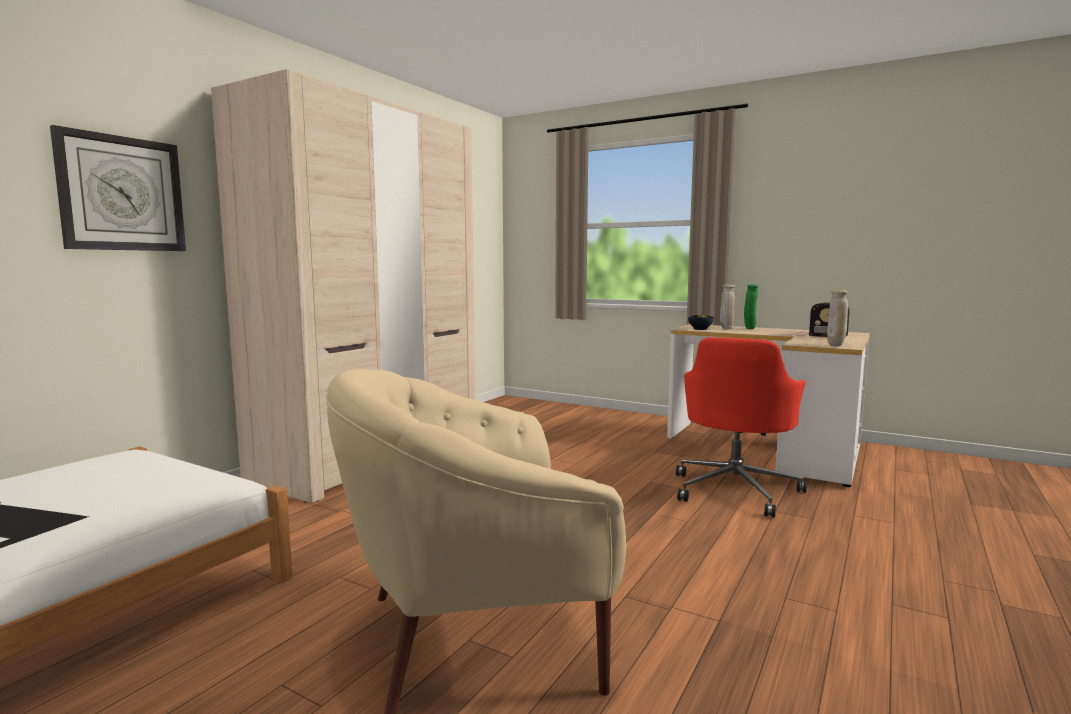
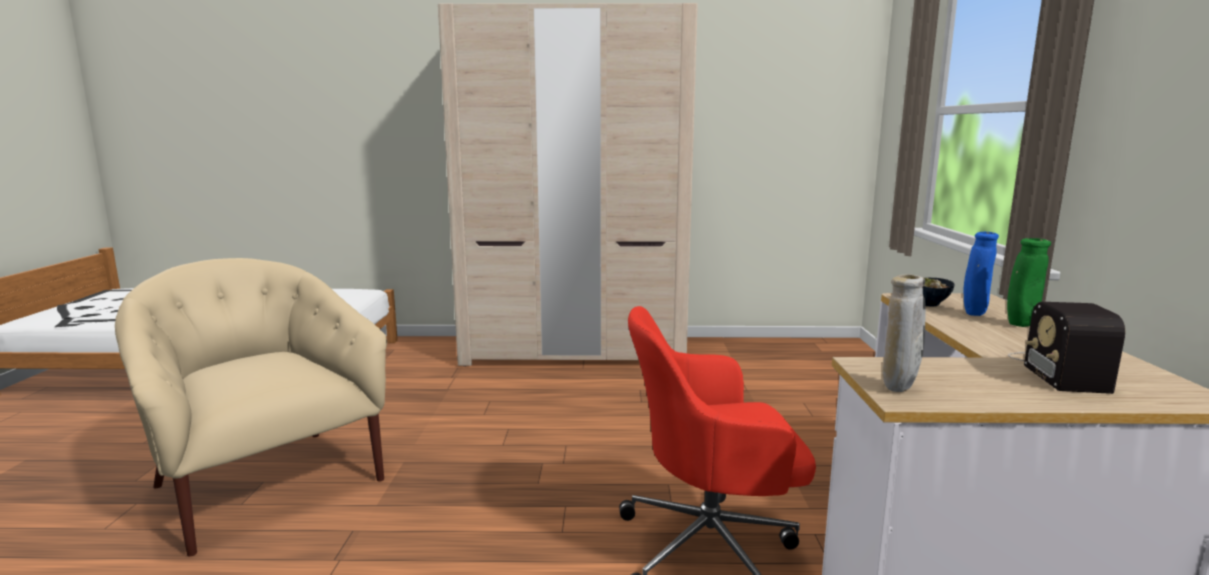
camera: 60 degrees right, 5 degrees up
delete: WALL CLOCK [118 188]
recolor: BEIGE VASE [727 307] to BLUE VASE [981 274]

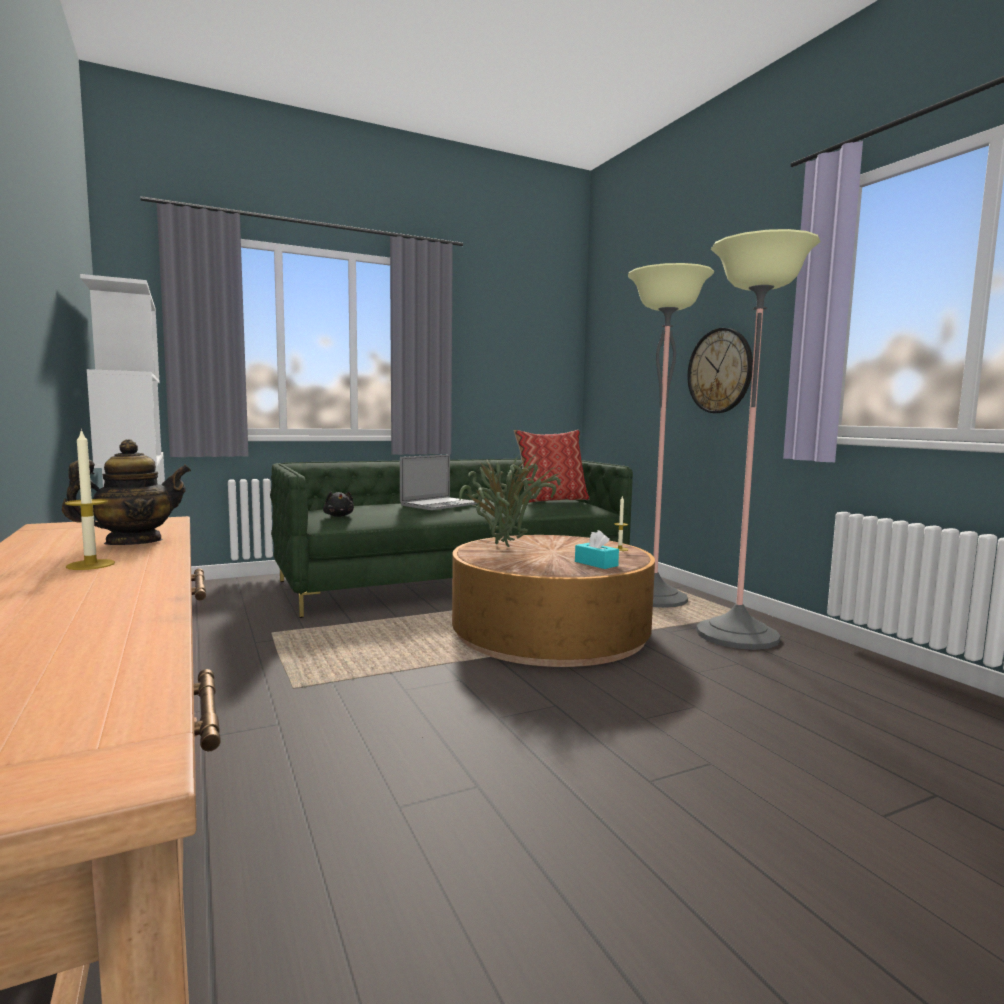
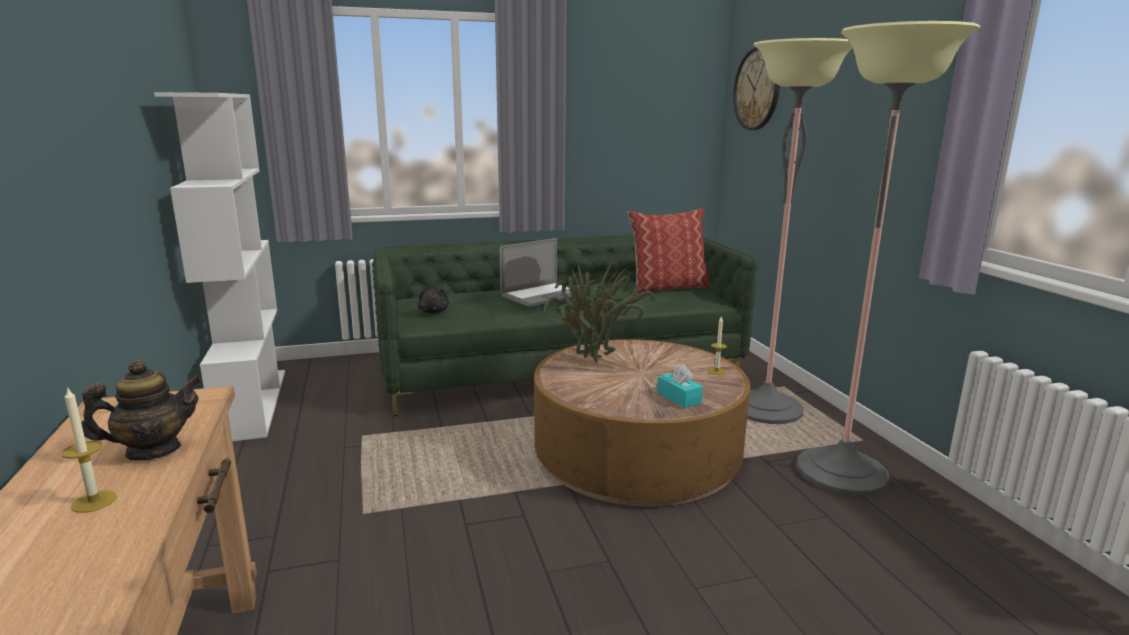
camera: 10 degrees right, 10 degrees up
move: WALL CLOCK [720 370] to [756 89]

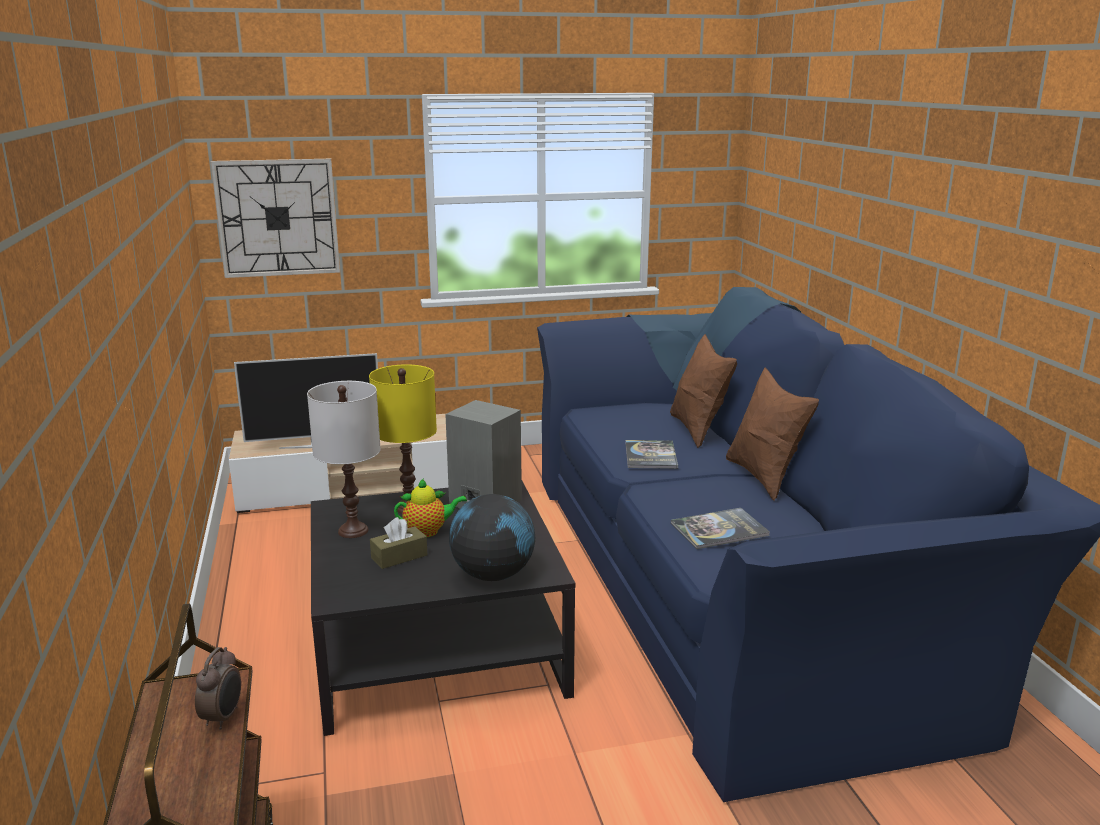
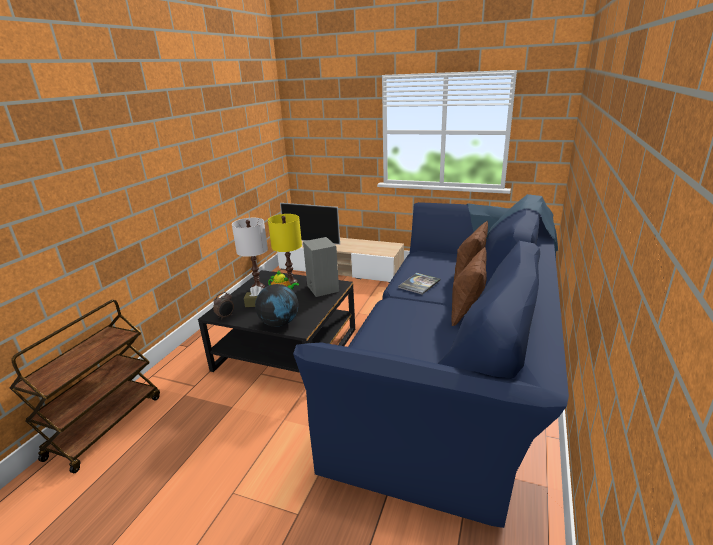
camera: 35 degrees right, 5 degrees up
delete: WALL CLOCK [275 218]; BOOK [720 528]
move: ALARM CLOCK [218 688] to [223 306]

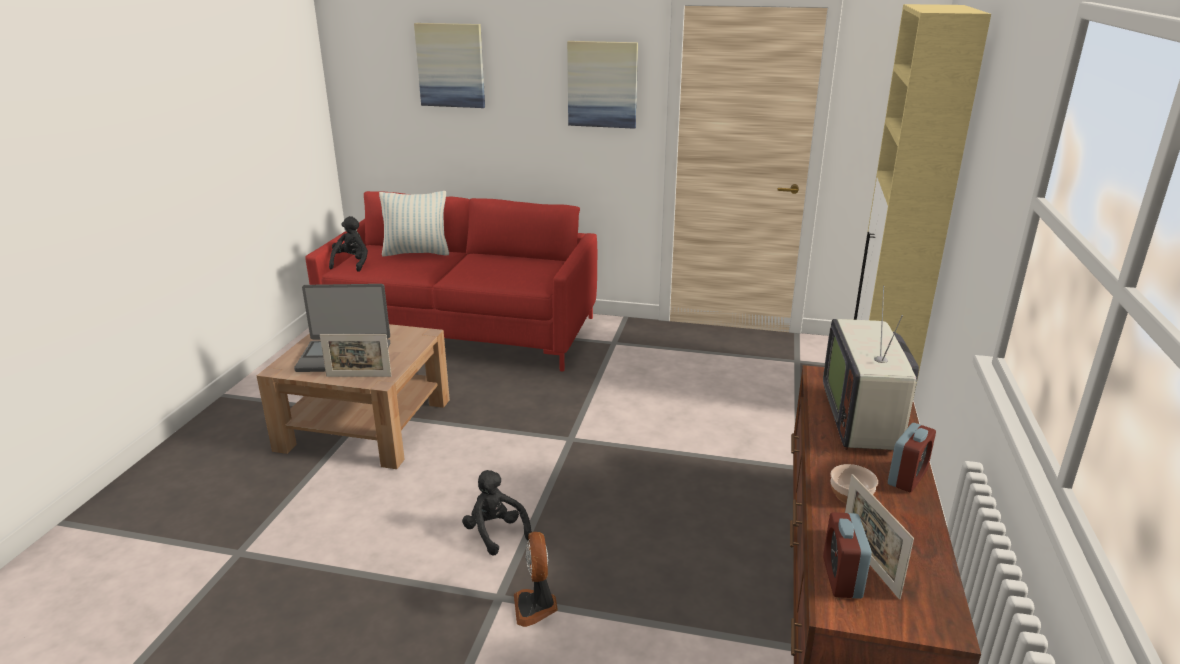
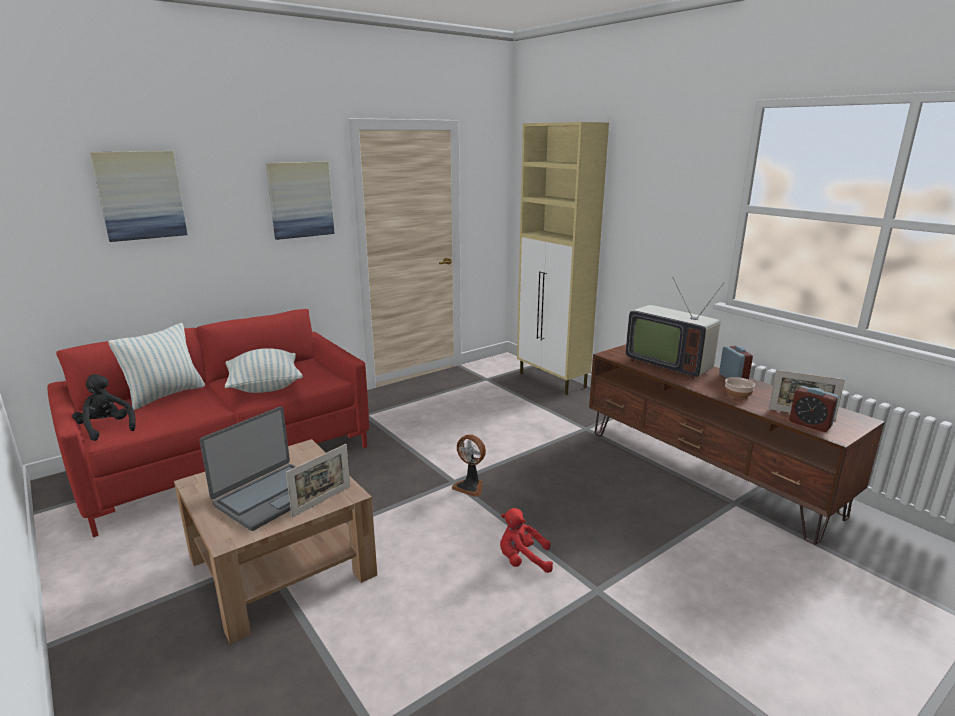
camera: 50 degrees left, 5 degrees down
insert: PILLOW [264 370]
move: FAN [536 579] to [469 465]
recolor: BLACK PLUSH TOY [497 513] to RED PLUSH TOY [526 540]

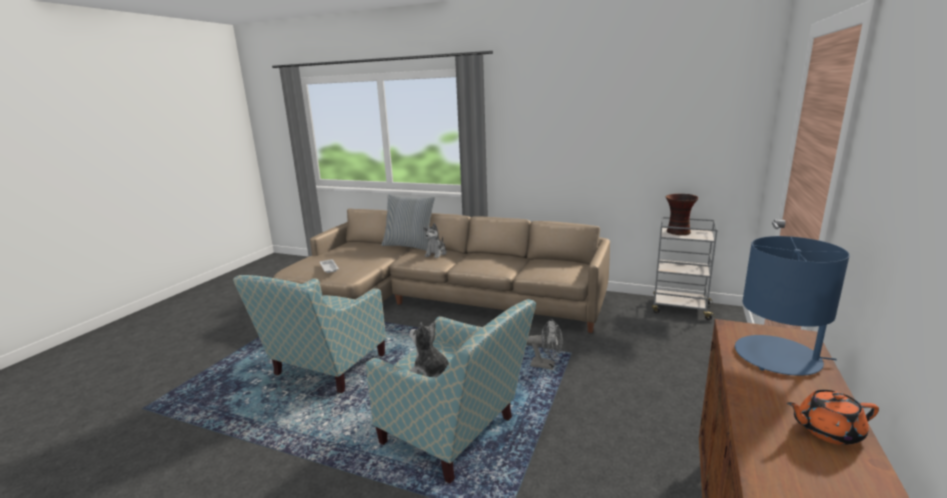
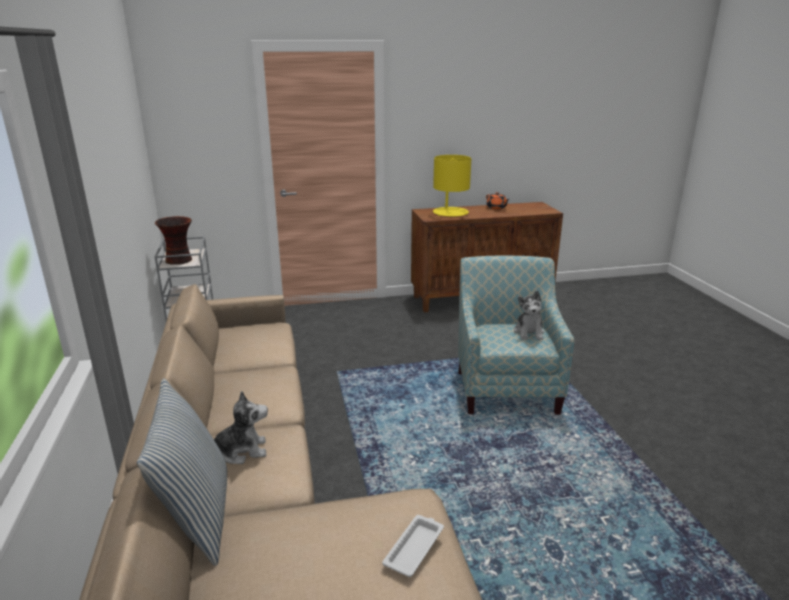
camera: 125 degrees left, 5 degrees up
delete: ARMCHAIR [309 334]; GREY FAN [545 344]
recolor: BLUE TABLE LAMP [792 306] to YELLOW TABLE LAMP [452 185]

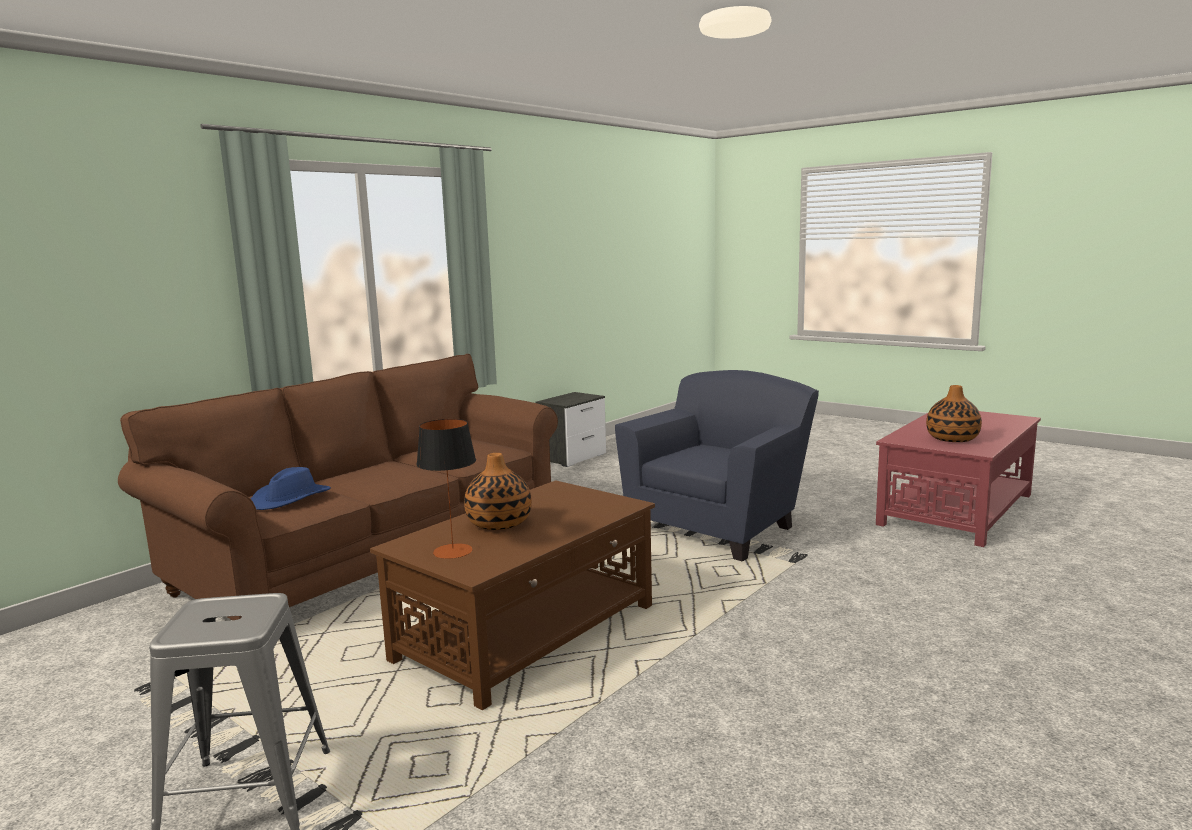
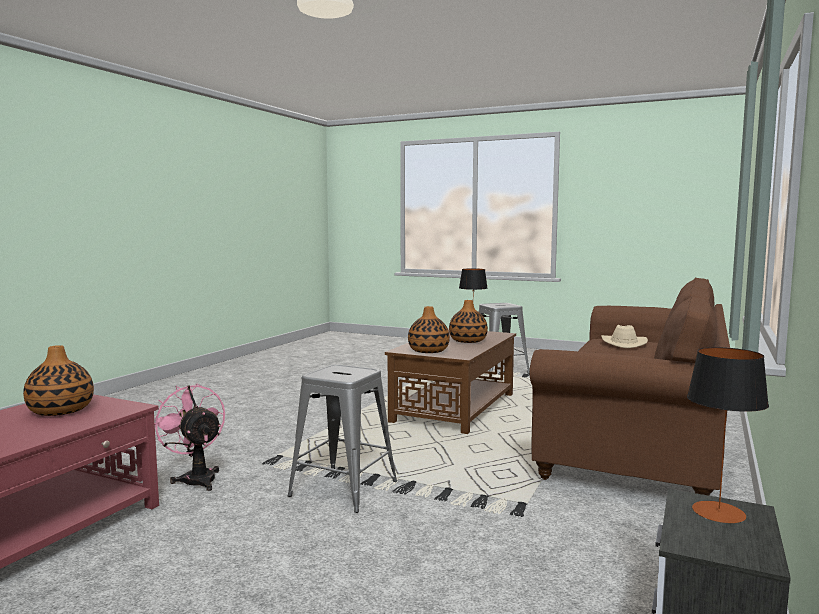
camera: 165 degrees right, 5 degrees down
insert: PINK FAN [189 437]; VASE [429 329]; TABLE LAMP [728 435]
replace: BLUE ARMCHAIR [717 465] to GREY STOOL [342 438]
recolor: BLUE HAT [291 488] to BEIGE HAT [624 336]

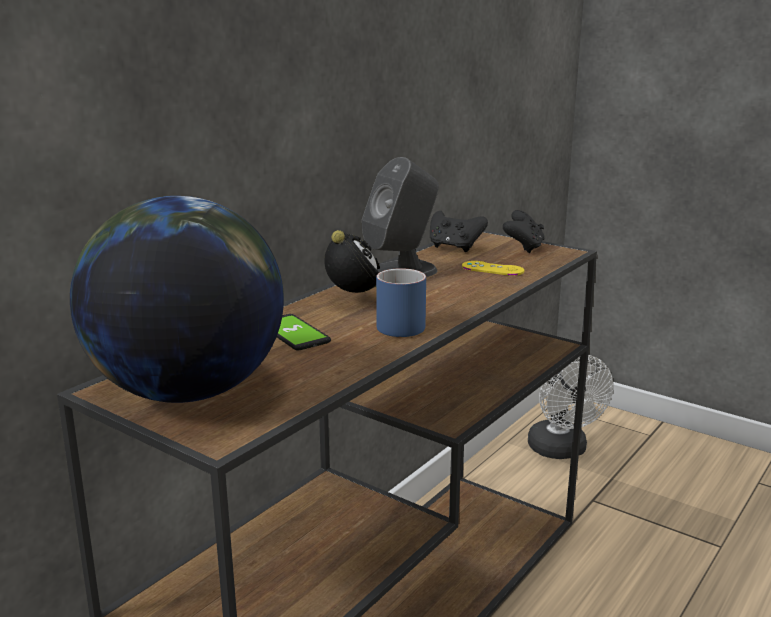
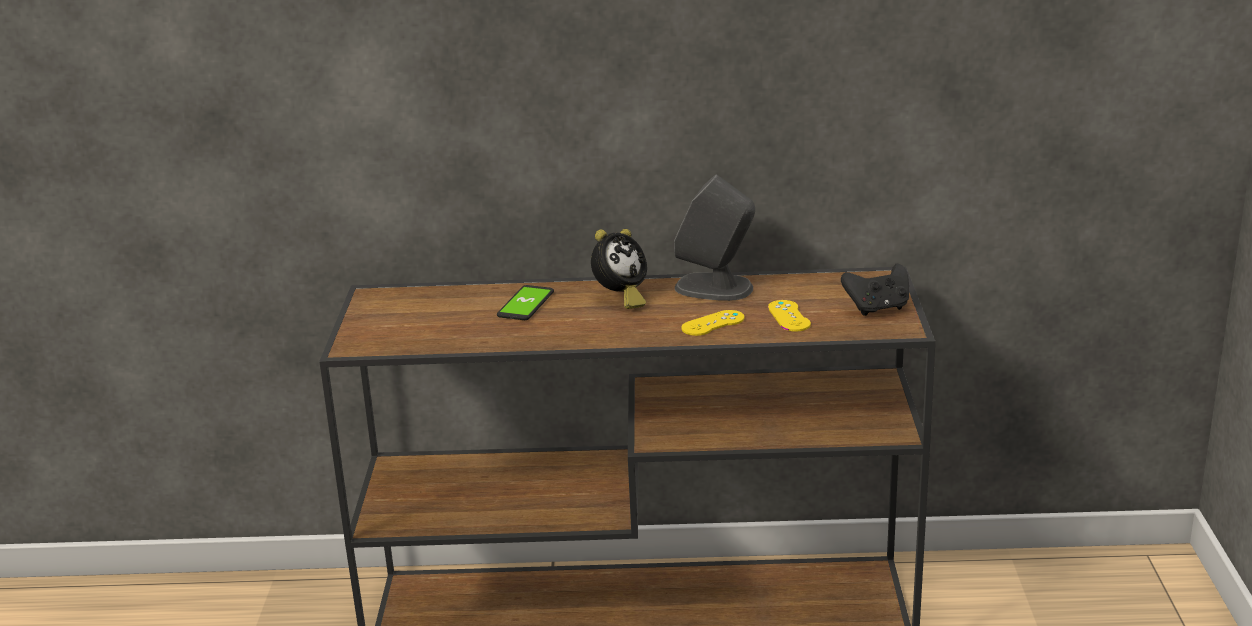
camera: 55 degrees right, 5 degrees up
delete: GLOBE [177 299]; BLUE MUG [401 302]; BLACK GAME CONTROLLER [459 231]; WHITE FAN [570 407]
insert: YELLOW GAME CONTROLLER [712 323]

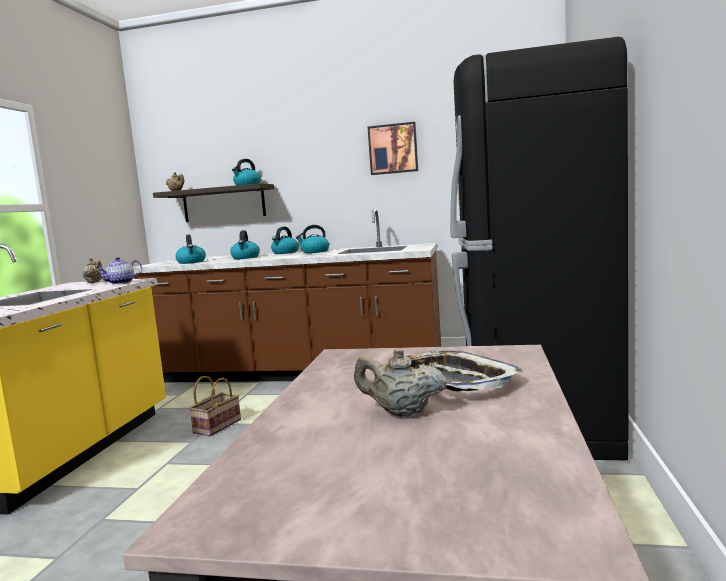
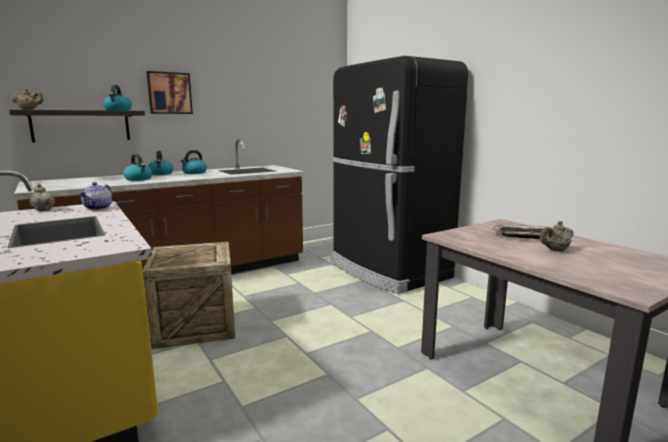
camera: 45 degrees left, 5 degrees up
delete: KETTLE [190 249]
move: PICTURE [393 148] to [169 92]
replace: BASKET [215 406] to CRATE [189 295]

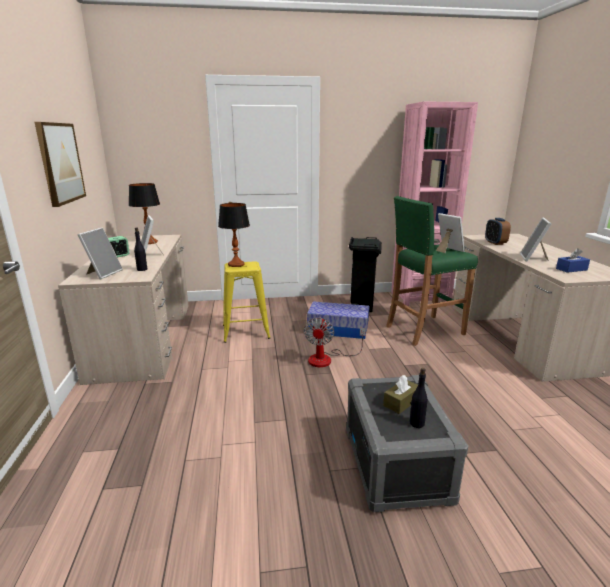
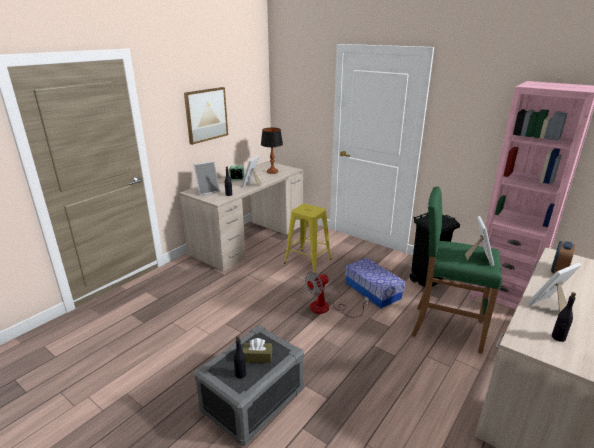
camera: 45 degrees right, 5 degrees up
delete: TABLE LAMP [234 235]
replace: BLUE TISSUE BOX [573 260] to BLACK BOTTLE [564 317]

